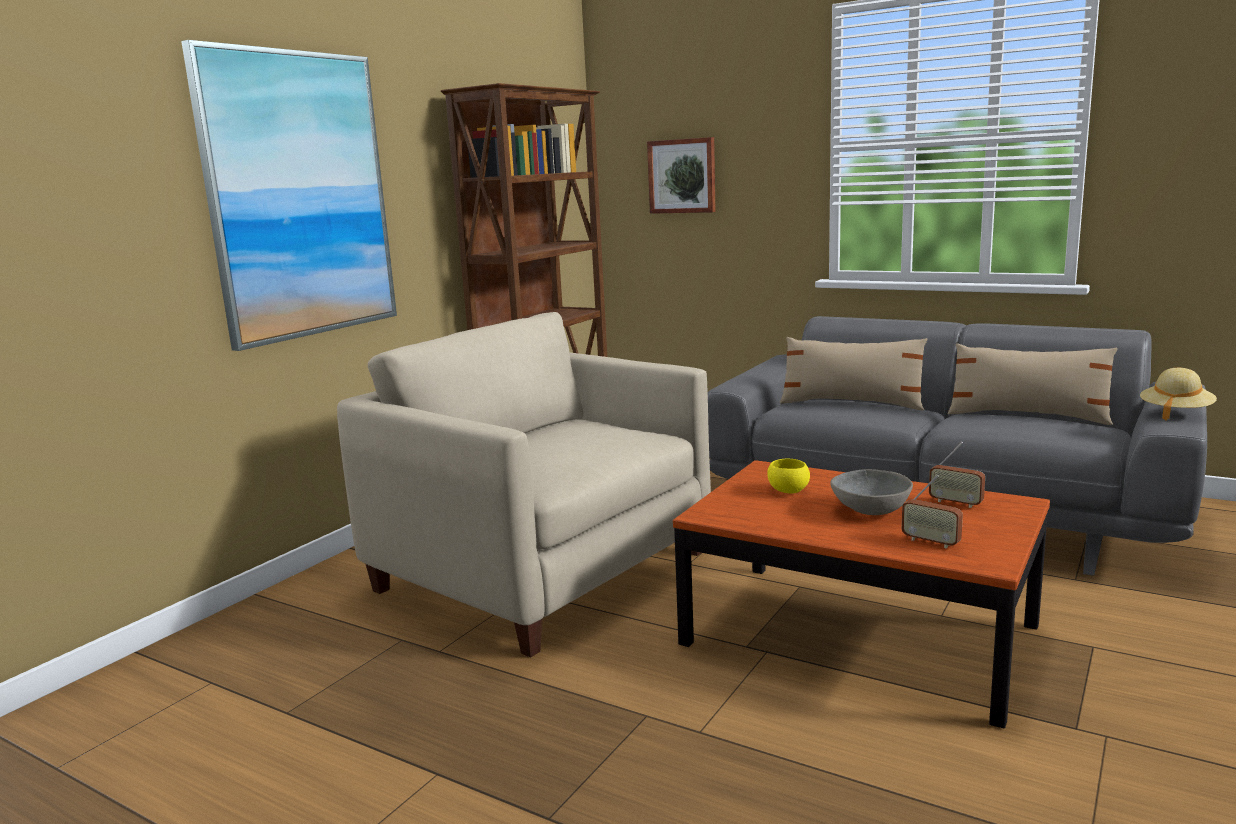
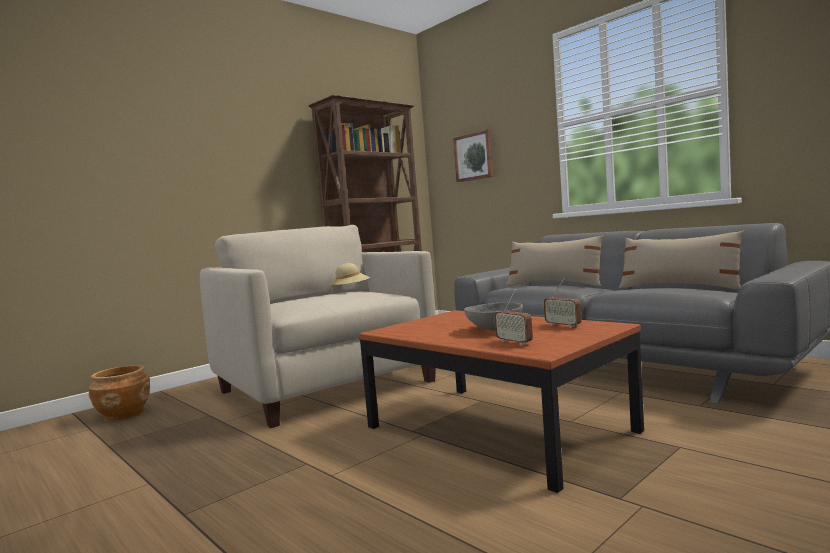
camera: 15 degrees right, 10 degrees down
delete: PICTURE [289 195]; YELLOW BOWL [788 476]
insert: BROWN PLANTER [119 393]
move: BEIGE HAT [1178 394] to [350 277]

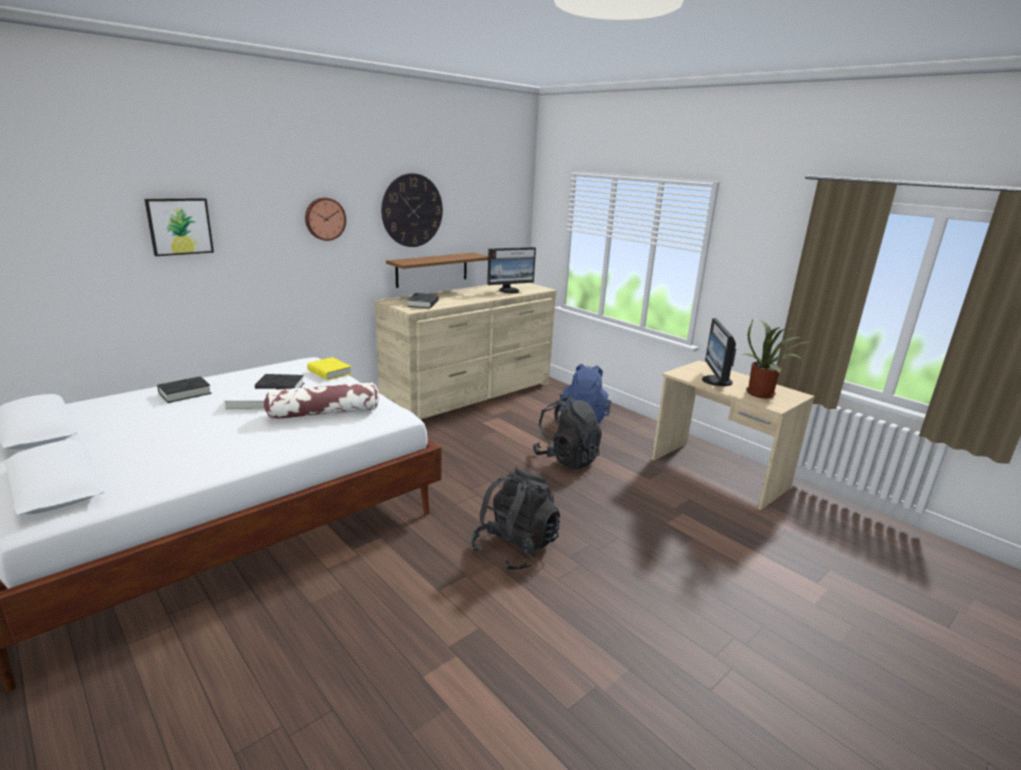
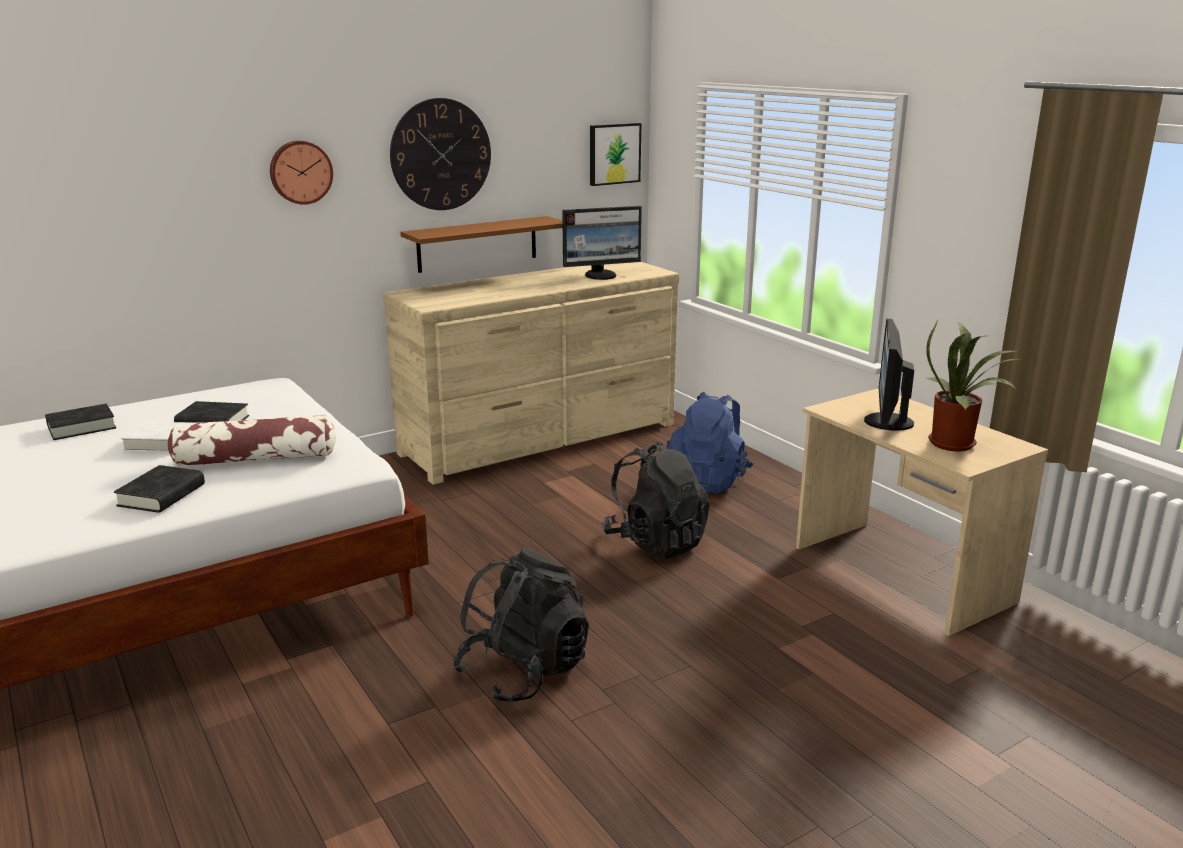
camera: 10 degrees right, 0 degrees up
delete: YELLOW BOOK [329 368]
move: PICTURE [179 227] to [615 154]; BLACK BOOK [423 300] to [159 489]

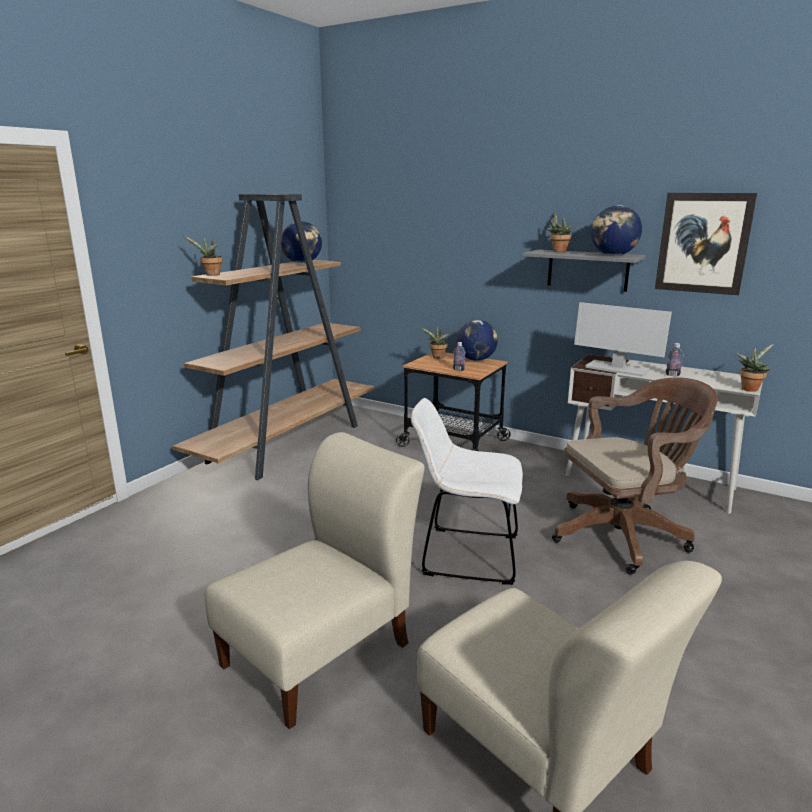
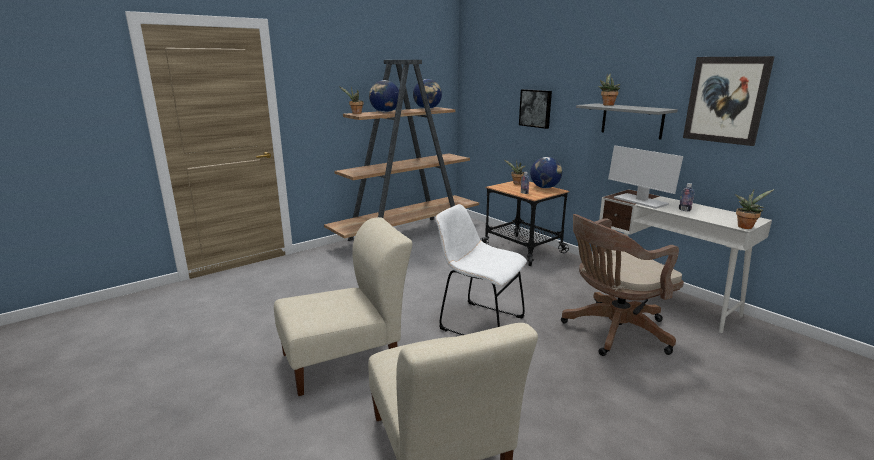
camera: 20 degrees right, 0 degrees up
insert: PICTURE [535 109]
move: GLOBE [616 230] to [384 96]
rotate: BROWN OFFICE CHAIR [635 476] = [622 285] 150 degrees clockwise

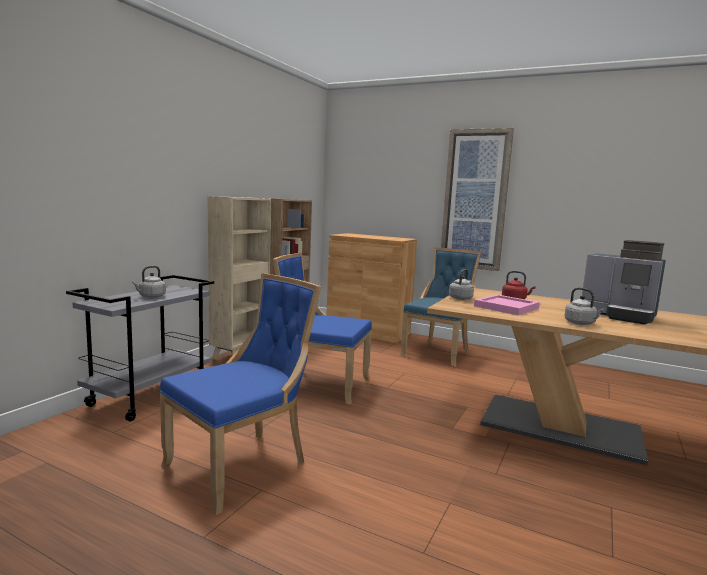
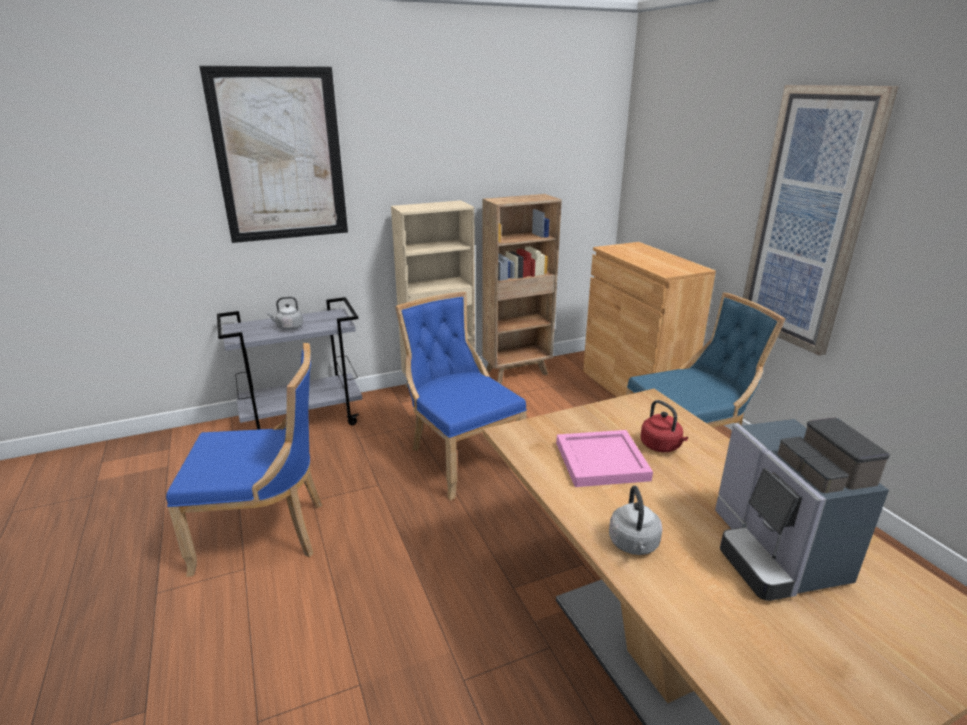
camera: 40 degrees right, 15 degrees up
delete: GREY KETTLE [461 284]
insert: PICTURE [273 154]

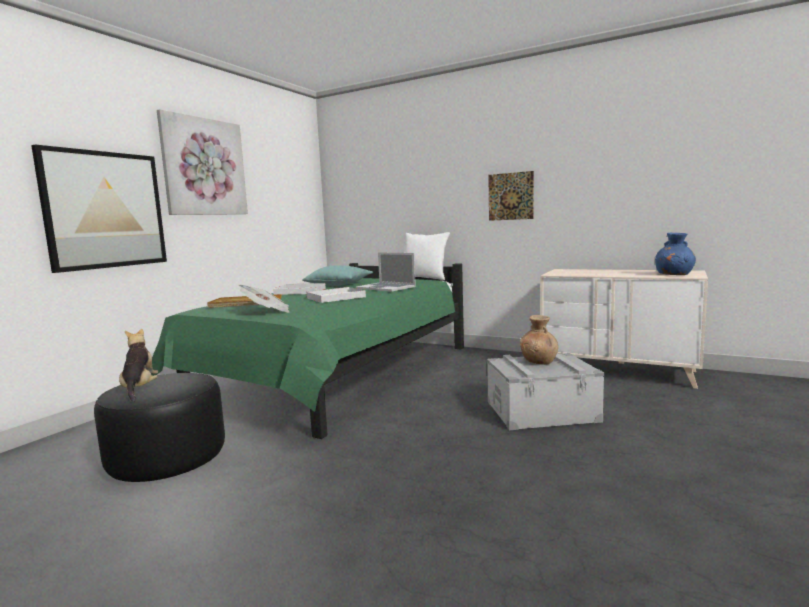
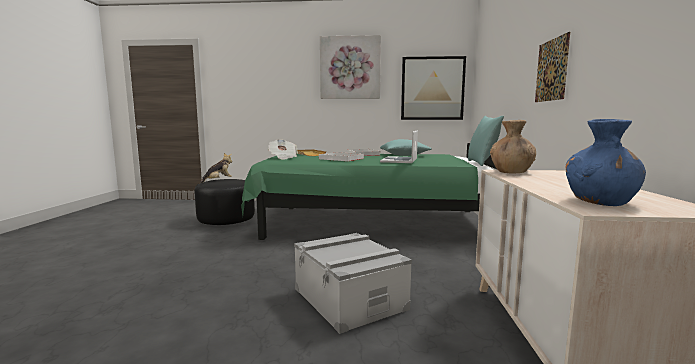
camera: 65 degrees right, 0 degrees up
move: PICTURE [99 209] to [433 88]; BROWN VASE [539 340] to [513 146]
recolor: WHITE PILLOW [427 256] to TURQUOISE PILLOW [486 141]

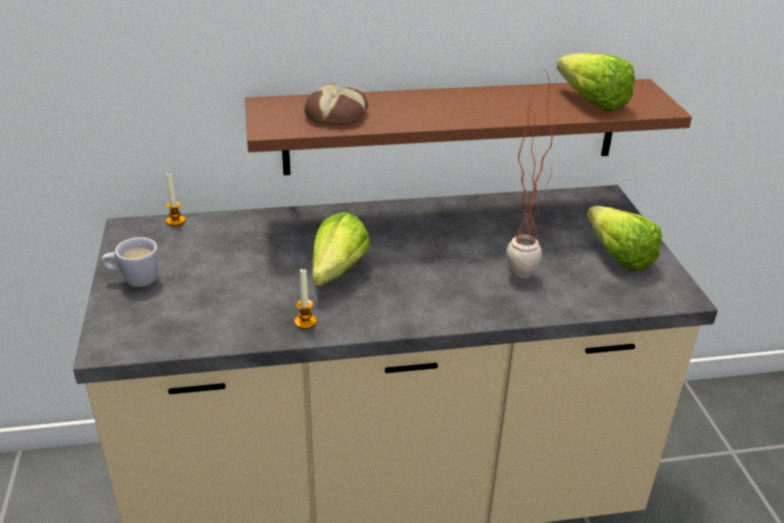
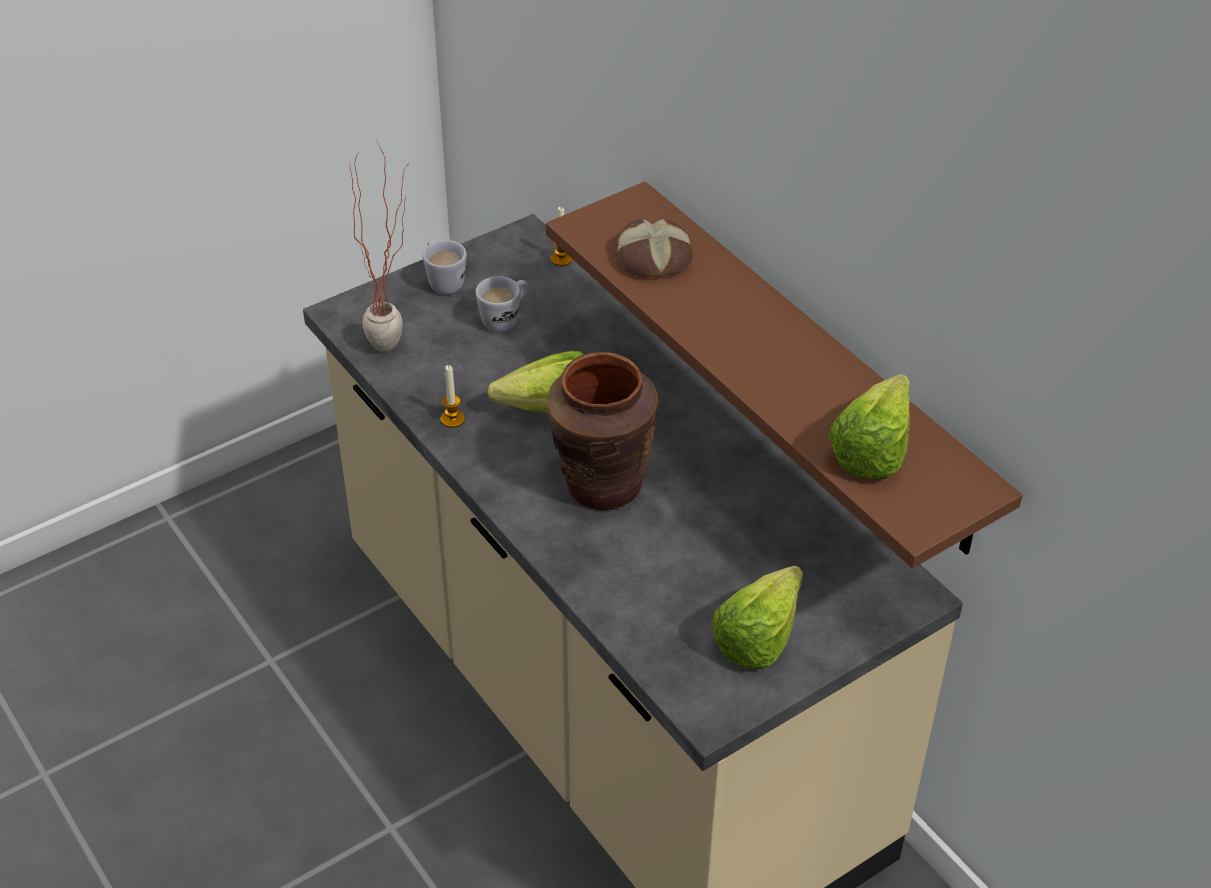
camera: 65 degrees right, 10 degrees up
insert: WHITE MUG [501 304]; BROWN VASE [602 431]
move: POTTED PLANT [534 174] to [380 246]

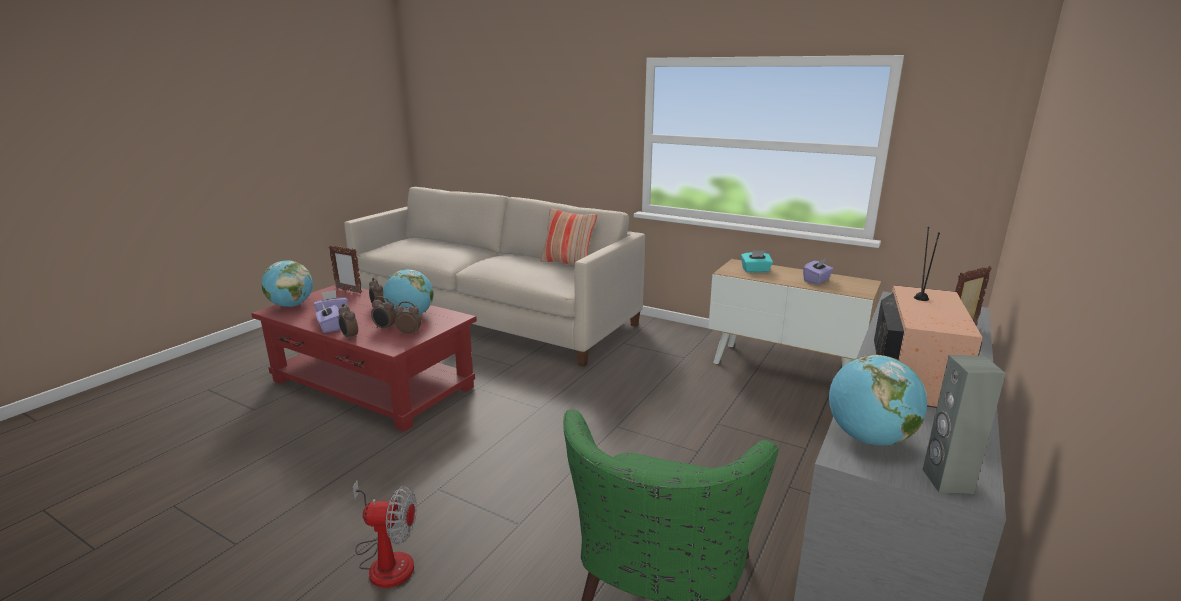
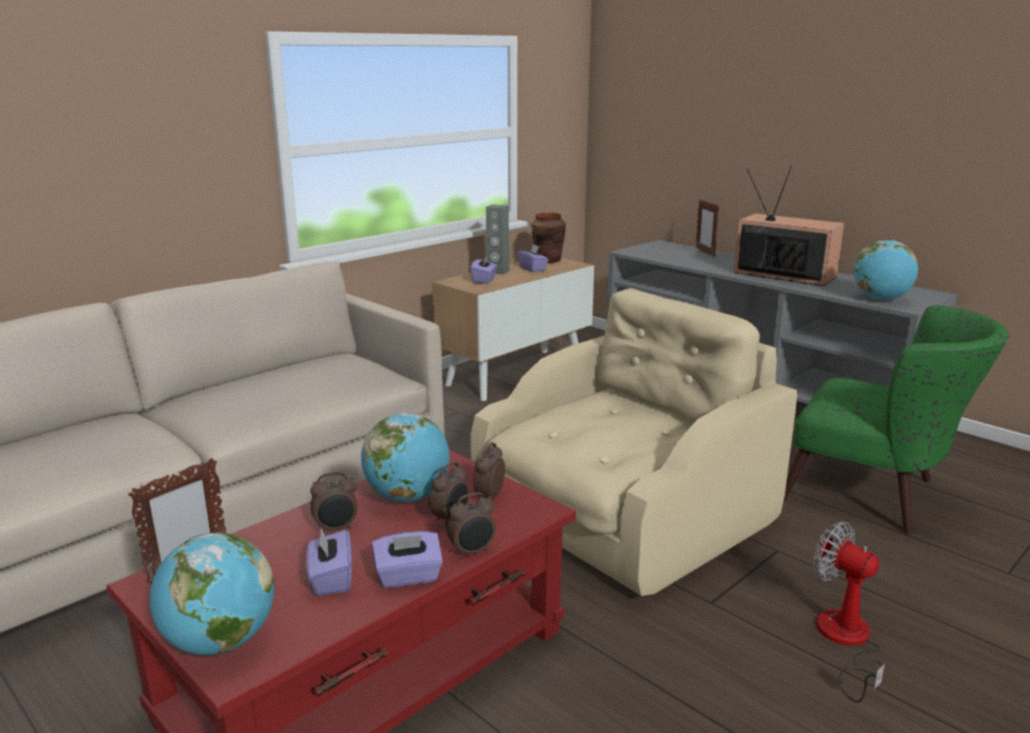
camera: 75 degrees left, 0 degrees up
delete: PILLOW [568 237]
insert: BEIGE ARMCHAIR [634 442]; BROWN VASE [548 238]
move: GREY SPEAKER [964 424] to [497 239]
recolor: TURQUOISE TISSUE BOX [757 261] to PURPLE TISSUE BOX [483 269]
rotate: FAN [385 534] = [849 612] 60 degrees counterclockwise

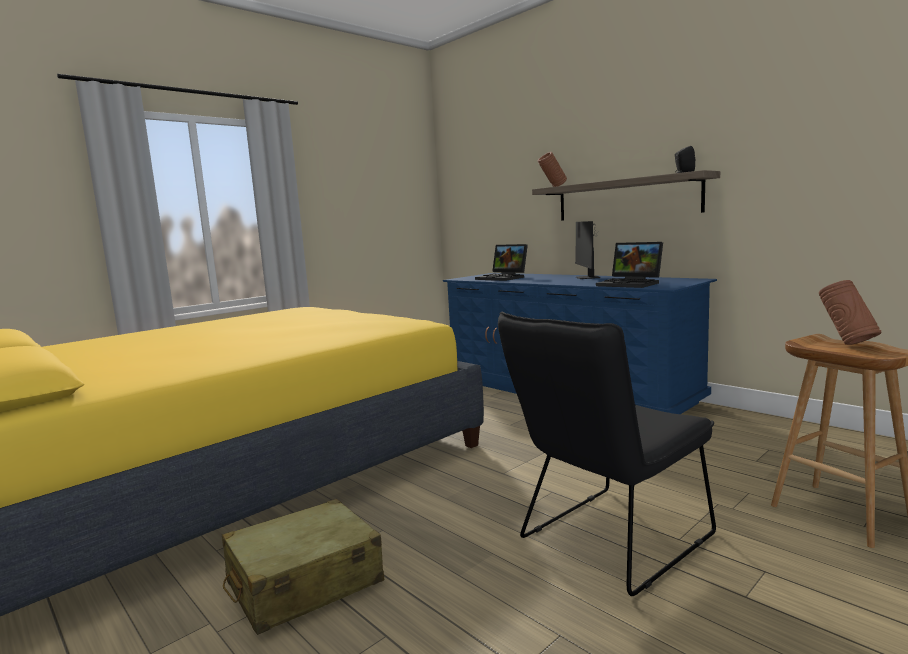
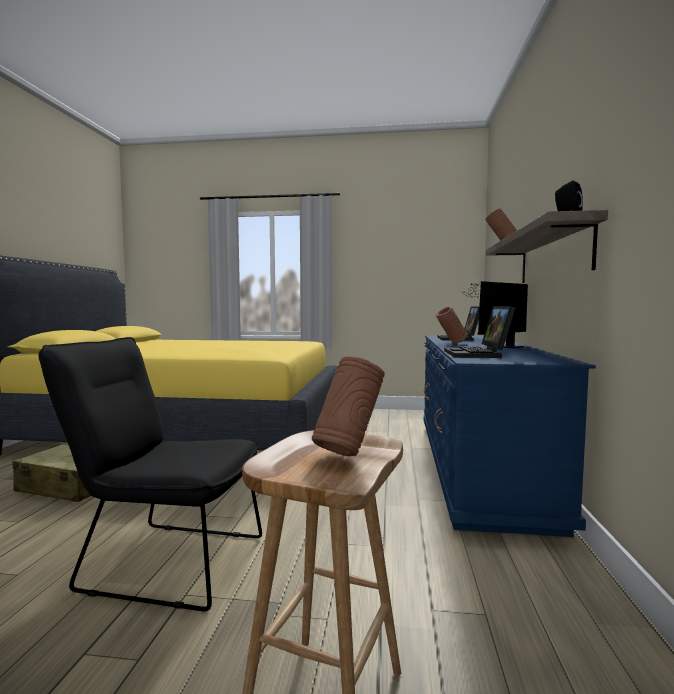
camera: 50 degrees right, 5 degrees down
insert: BROWN VASE [452 325]

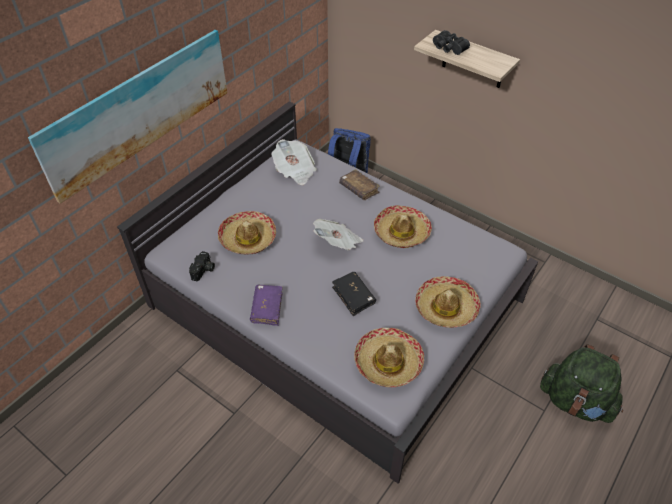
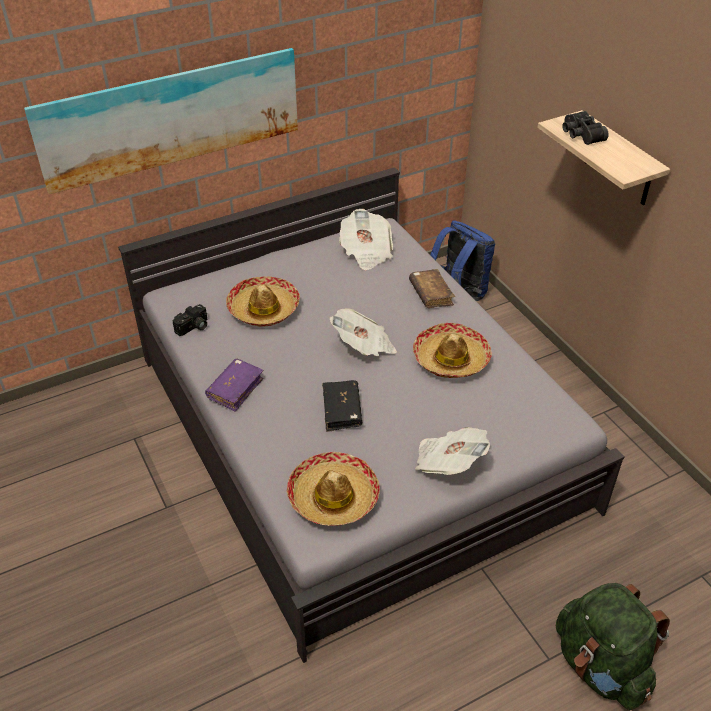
camera: 25 degrees right, 5 degrees down
replace: HAT [448 302] to NEWSPAPER [452 451]

